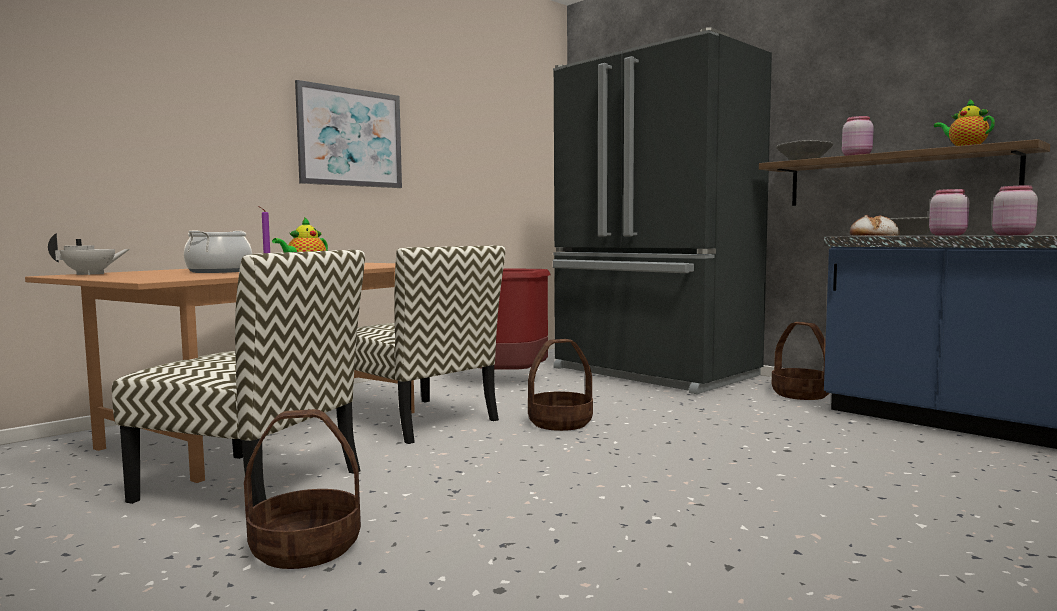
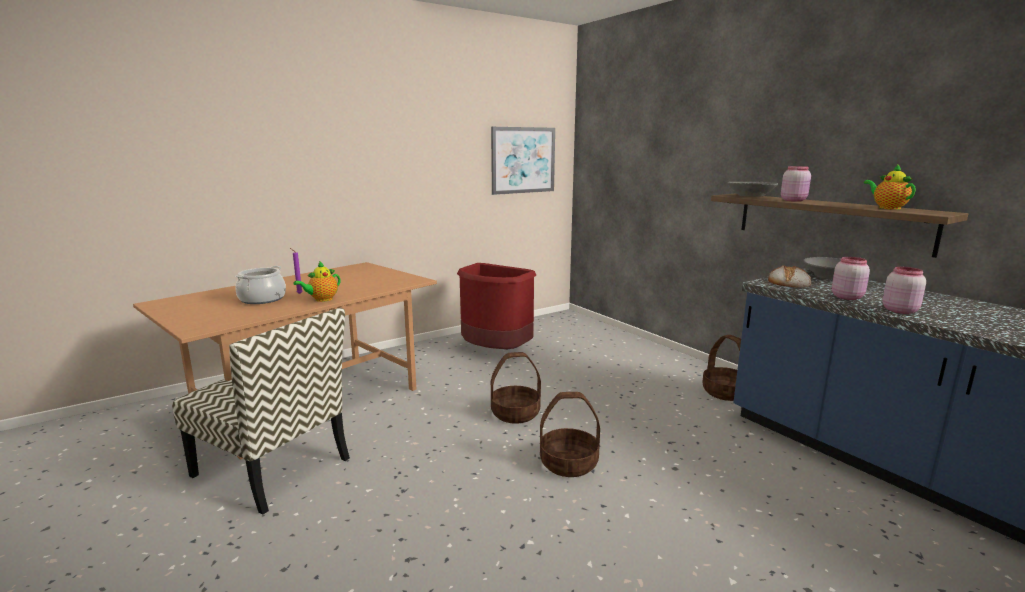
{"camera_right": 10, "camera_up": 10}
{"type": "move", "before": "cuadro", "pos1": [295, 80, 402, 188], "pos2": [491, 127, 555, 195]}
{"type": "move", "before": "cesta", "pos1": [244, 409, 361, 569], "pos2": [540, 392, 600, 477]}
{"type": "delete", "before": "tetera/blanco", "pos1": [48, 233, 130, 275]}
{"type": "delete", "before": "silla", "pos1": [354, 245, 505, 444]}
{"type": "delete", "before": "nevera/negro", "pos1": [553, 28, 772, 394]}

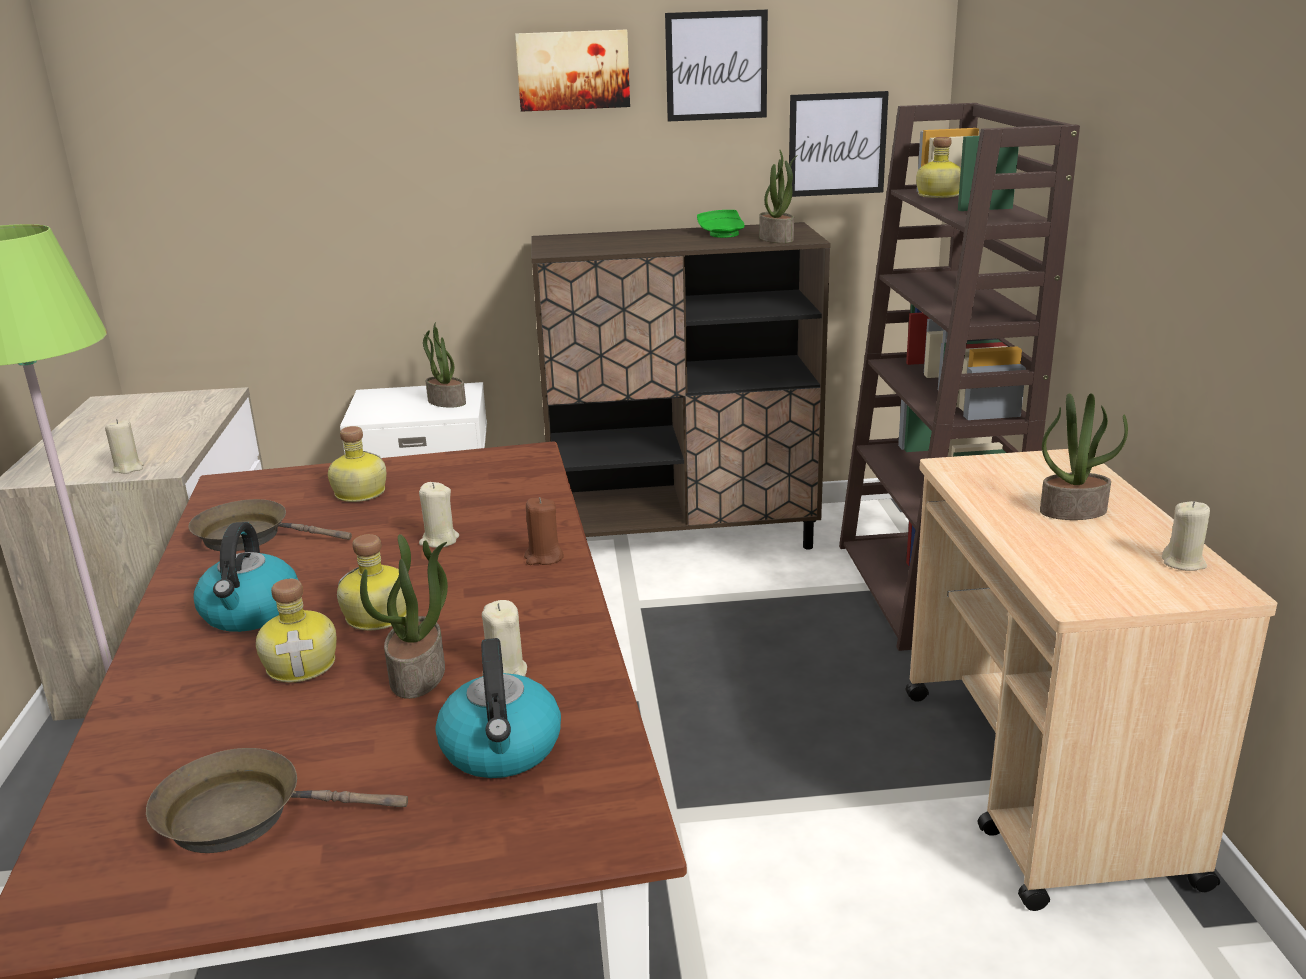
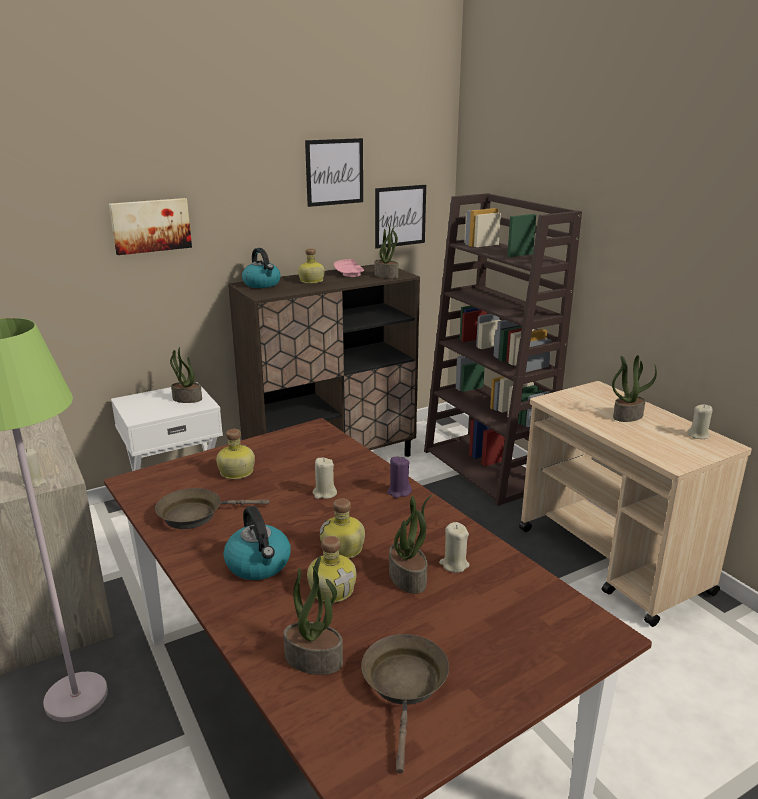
{"camera_right": -25, "camera_up": 0}
{"type": "move", "before": "cuadro", "pos1": [515, 30, 630, 112], "pos2": [109, 198, 192, 255]}
{"type": "move", "before": "hervidor", "pos1": [435, 638, 561, 778], "pos2": [242, 248, 281, 288]}
{"type": "insert", "after": "planta en maceta", "pos2": [283, 556, 343, 675]}
{"type": "move", "before": "botella", "pos1": [916, 137, 961, 198], "pos2": [298, 248, 325, 283]}
{"type": "recolor", "before": "plato/verde", "after": "plato/rosa", "pos1": [697, 210, 745, 238], "pos2": [334, 259, 365, 277]}
{"type": "rotate", "before": "sartén/marrón", "pos1": [146, 748, 408, 853], "pos2": [361, 634, 449, 773], "turn": 120}
{"type": "recolor", "before": "vela/marrón", "after": "vela/morado", "pos1": [524, 497, 564, 565], "pos2": [387, 457, 412, 498]}

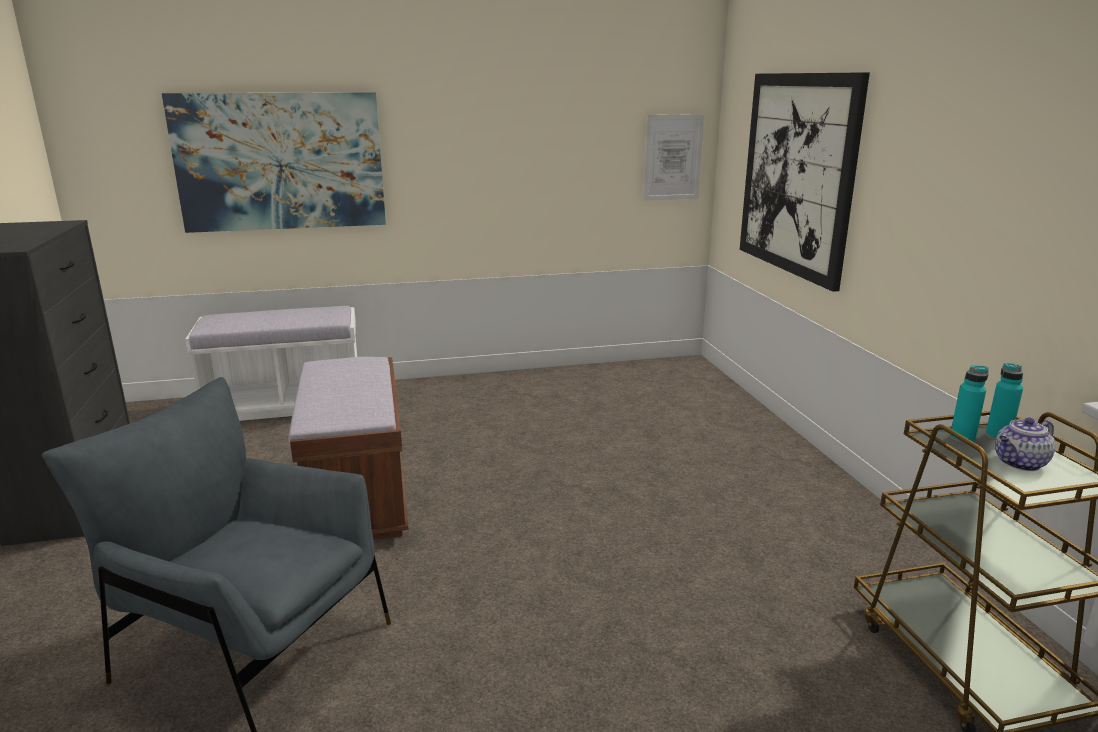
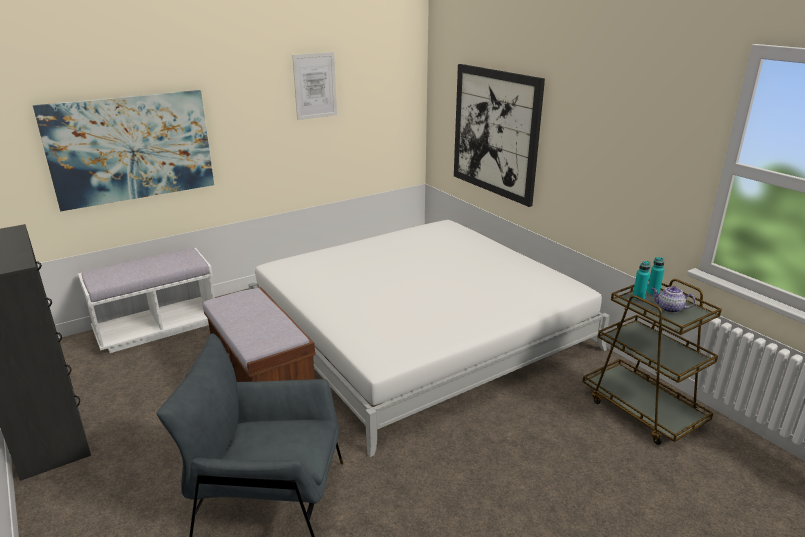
{"camera_right": -20, "camera_up": 5}
{"type": "insert", "after": "cama/blanco", "pos2": [248, 220, 610, 457]}
{"type": "move", "before": "cuadro", "pos1": [644, 114, 704, 201], "pos2": [292, 52, 337, 120]}
{"type": "rotate", "before": "tetera", "pos1": [995, 417, 1055, 471], "pos2": [651, 286, 696, 313], "turn": 75}

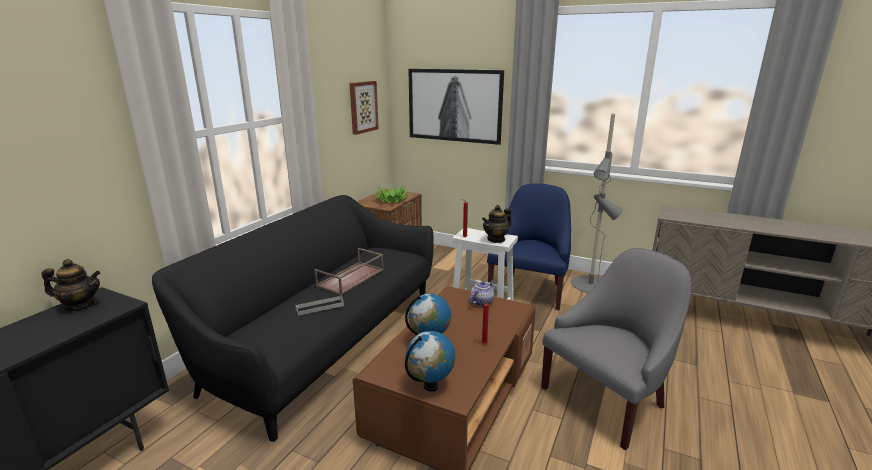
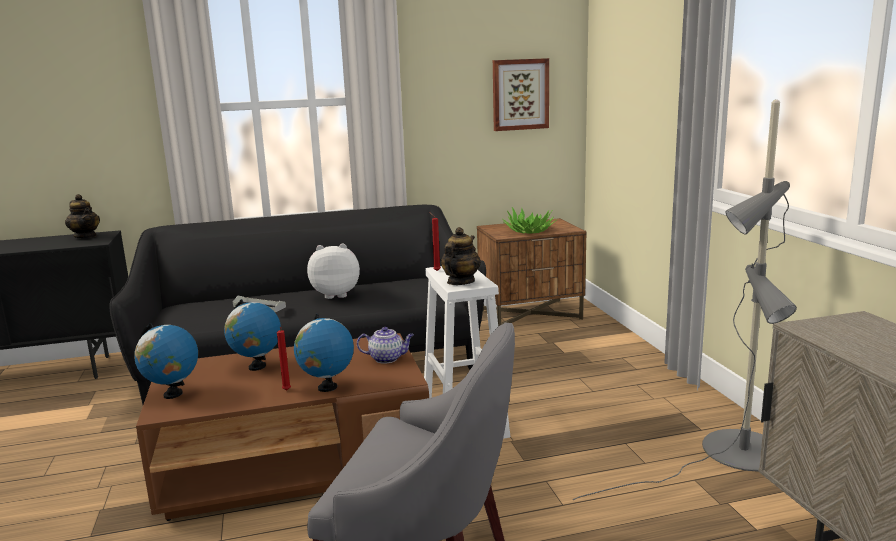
{"camera_right": 50, "camera_up": -5}
{"type": "insert", "after": "globo terráqueo", "pos2": [294, 314, 354, 392]}
{"type": "replace", "before": "bandeja/marrón", "after": "peluche", "pos1": [314, 248, 384, 295], "pos2": [307, 243, 360, 299]}
{"type": "rotate", "before": "tetera", "pos1": [482, 205, 512, 243], "pos2": [441, 227, 481, 285], "turn": 105}
{"type": "delete", "before": "cuadro", "pos1": [408, 69, 504, 145]}
{"type": "delete", "before": "sillón/azul", "pos1": [487, 184, 571, 310]}

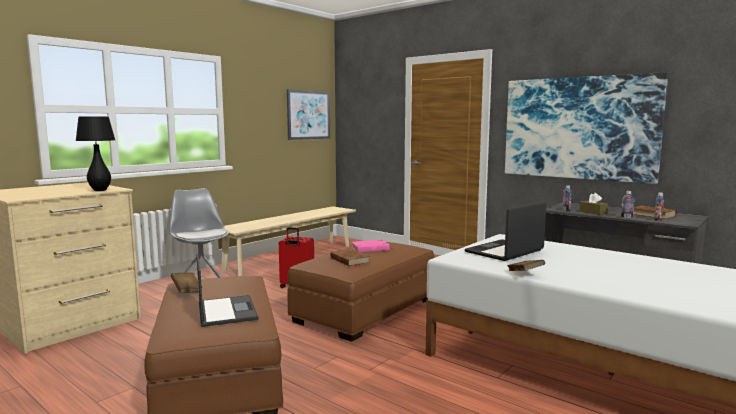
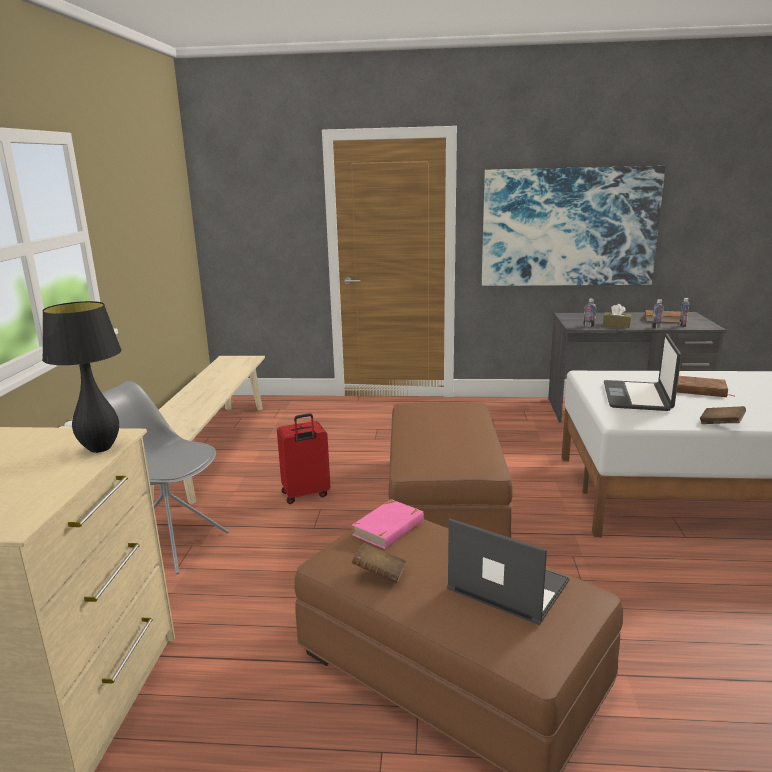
{"camera_right": -35, "camera_up": 10}
{"type": "move", "before": "libro/rosa", "pos1": [352, 240, 390, 252], "pos2": [352, 499, 424, 549]}
{"type": "move", "before": "libro/marrón", "pos1": [330, 249, 370, 267], "pos2": [677, 376, 734, 397]}
{"type": "delete", "before": "cuadro", "pos1": [287, 89, 330, 140]}

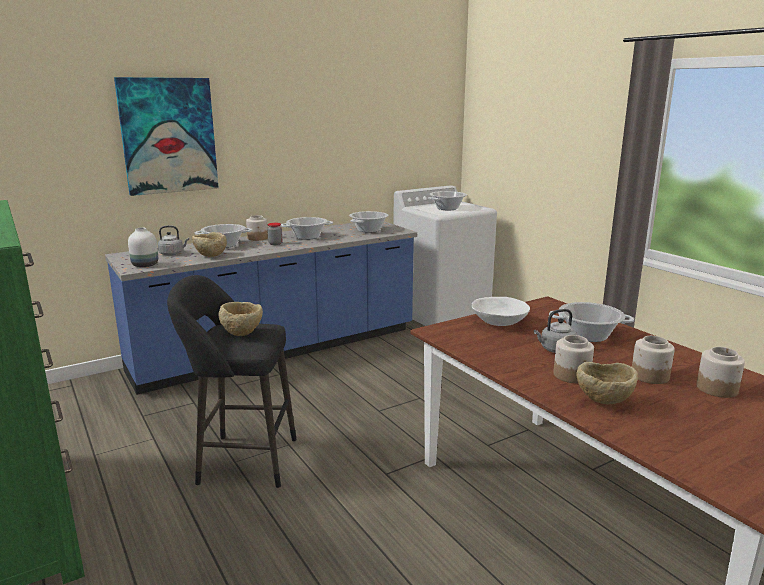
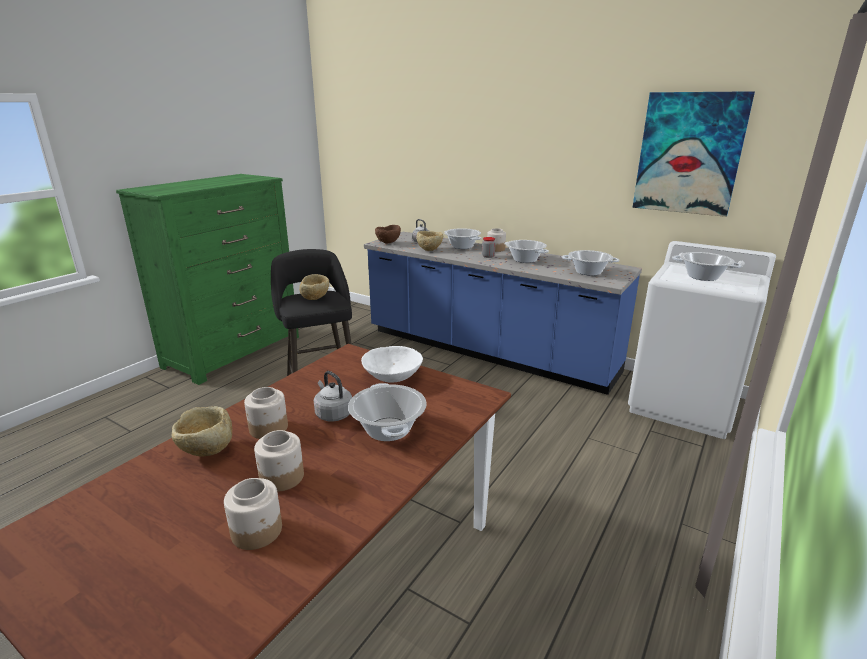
{"camera_right": 65, "camera_up": 5}
{"type": "replace", "before": "florero/blanco", "after": "cuenco/marrón", "pos1": [128, 227, 158, 267], "pos2": [375, 225, 401, 244]}
{"type": "move", "before": "cuadro", "pos1": [114, 77, 219, 196], "pos2": [632, 91, 755, 217]}

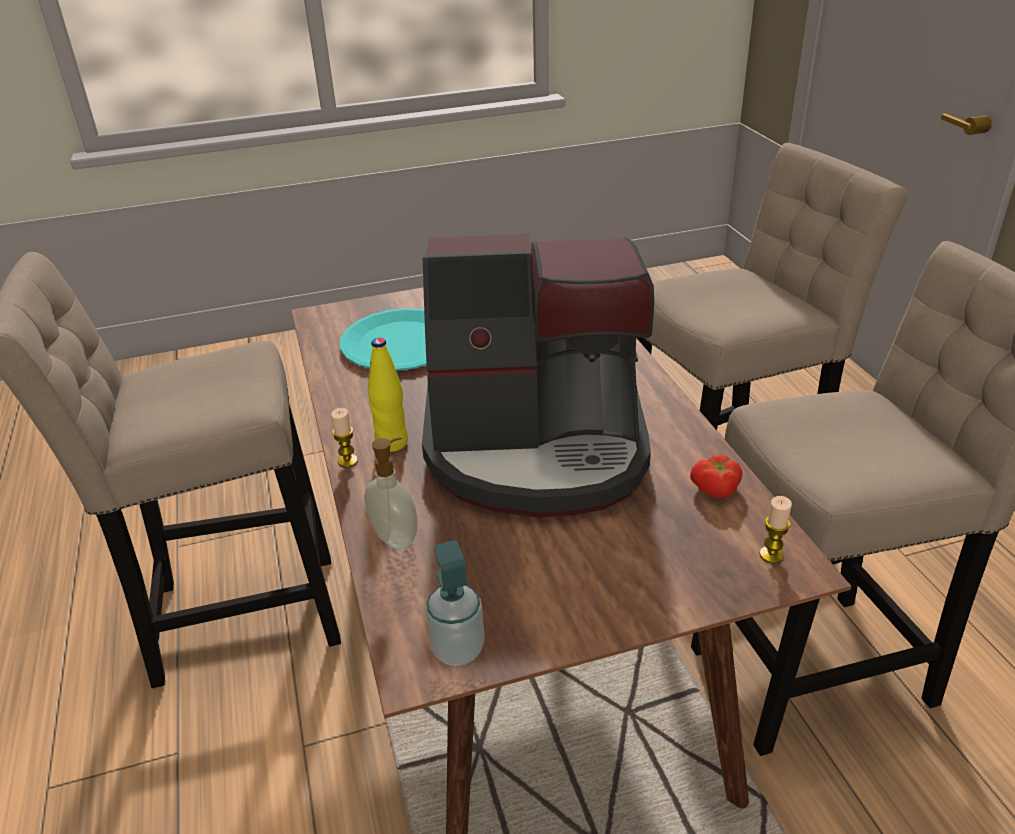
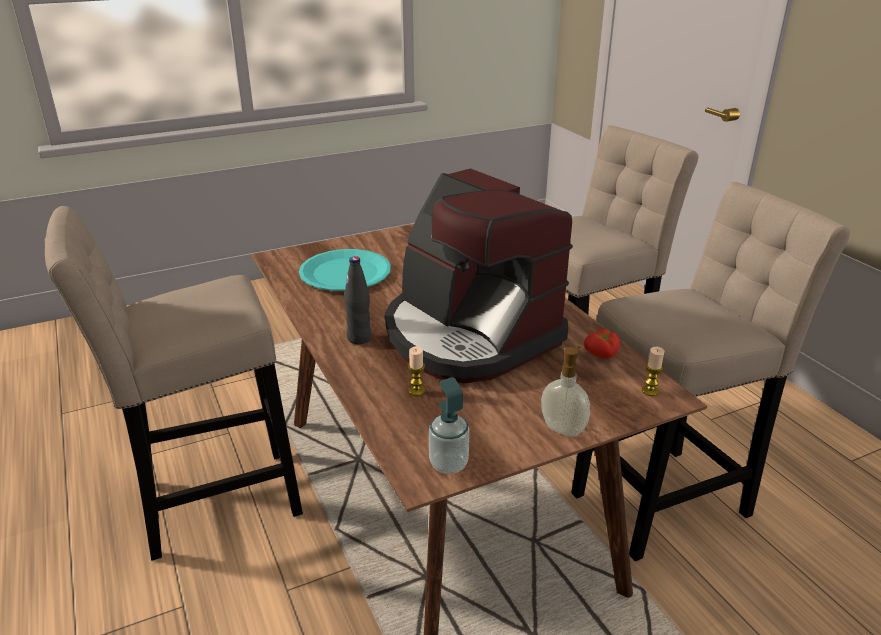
{"camera_right": -10, "camera_up": -5}
{"type": "recolor", "before": "botella/amarillo", "after": "botella/negro", "pos1": [368, 338, 408, 452], "pos2": [344, 256, 372, 344]}
{"type": "rotate", "before": "cafetera", "pos1": [422, 234, 654, 517], "pos2": [385, 168, 573, 383], "turn": 60}
{"type": "move", "before": "vela", "pos1": [331, 408, 358, 468], "pos2": [408, 346, 425, 396]}
{"type": "move", "before": "dispensador de jabón", "pos1": [364, 437, 417, 550], "pos2": [541, 346, 590, 437]}

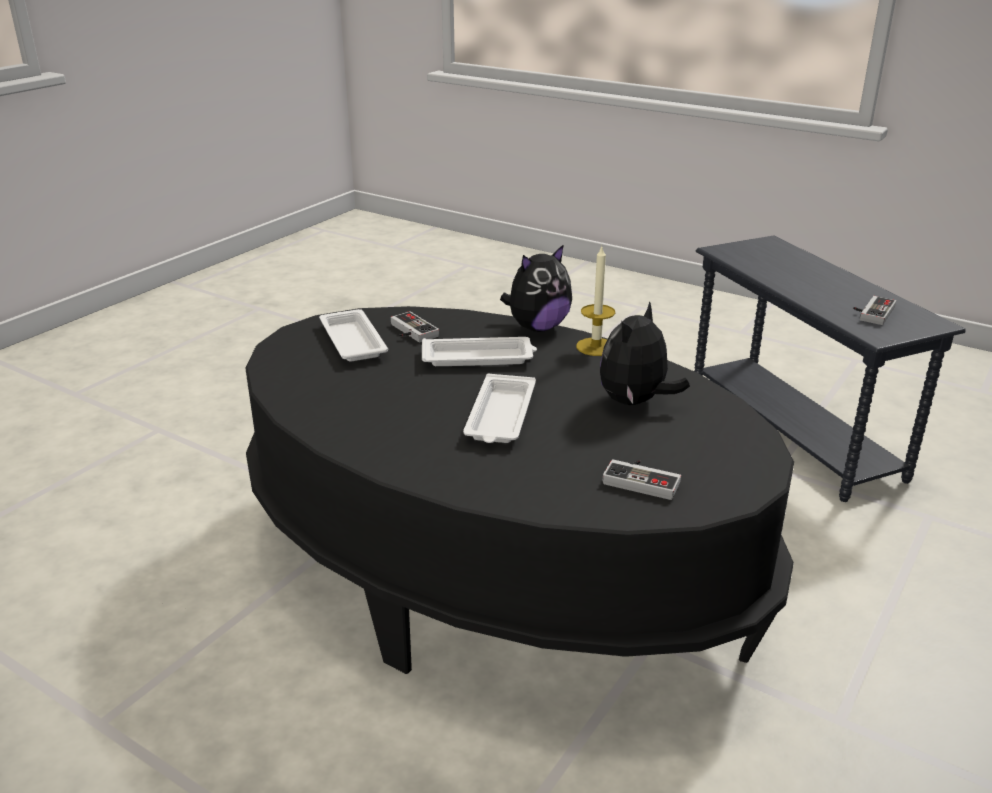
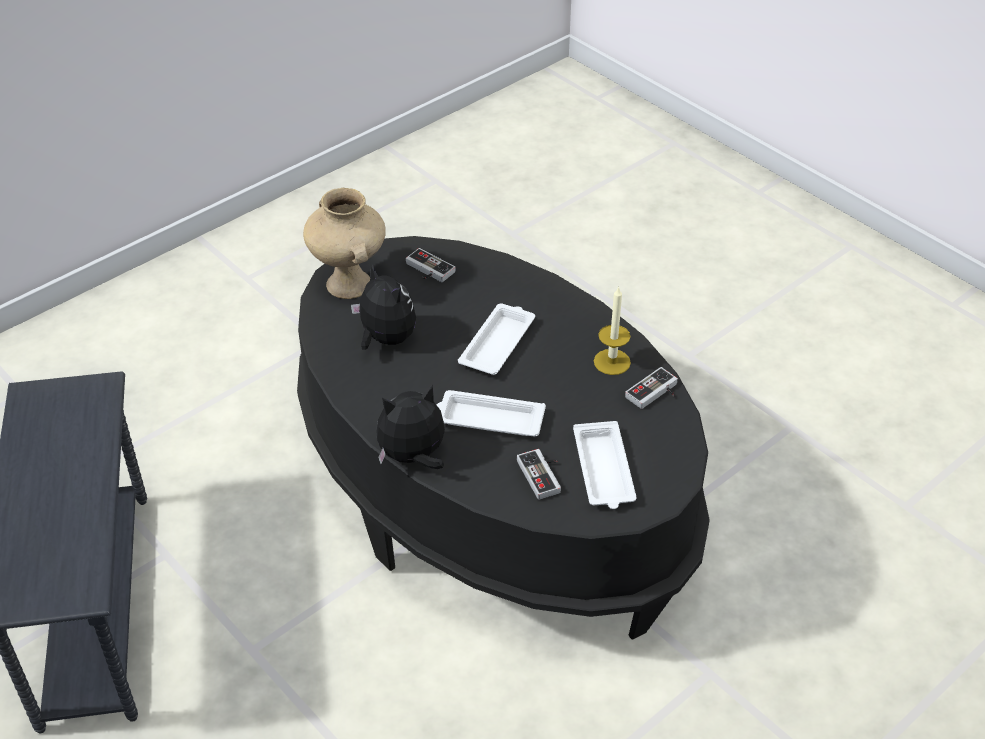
{"camera_right": -165, "camera_up": 15}
{"type": "insert", "after": "florero/beis", "pos2": [303, 188, 386, 299]}
{"type": "rotate", "before": "peluche", "pos1": [600, 301, 690, 405], "pos2": [351, 264, 416, 350], "turn": -90}
{"type": "move", "before": "vela", "pos1": [576, 247, 615, 356], "pos2": [594, 286, 631, 375]}
{"type": "move", "before": "mando de consola", "pos1": [853, 296, 896, 325], "pos2": [625, 367, 678, 409]}

